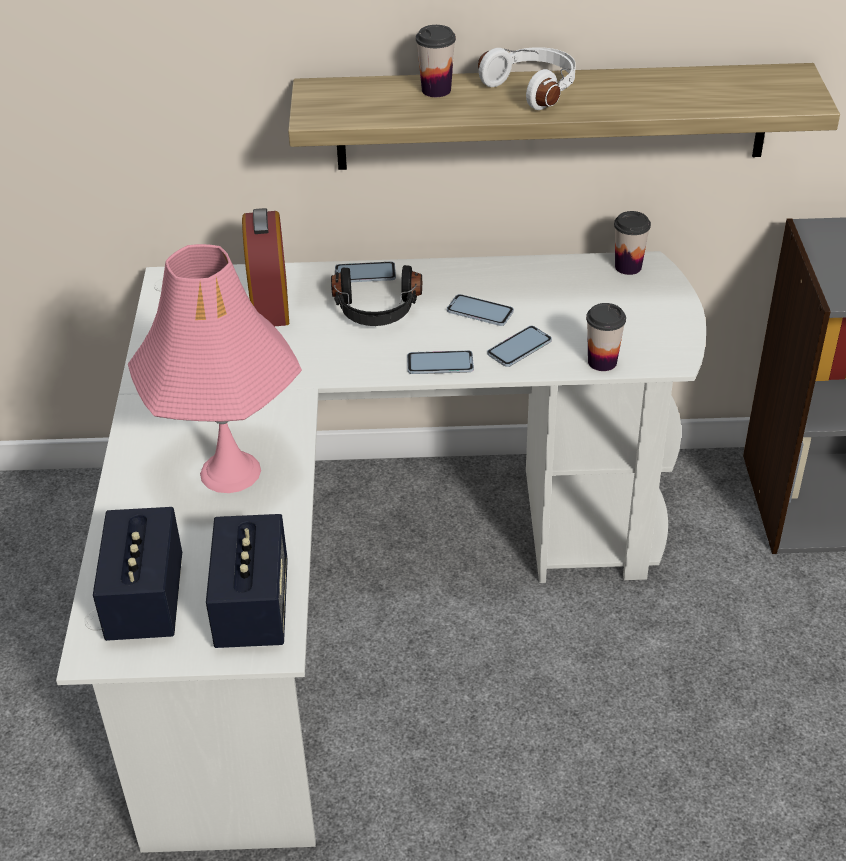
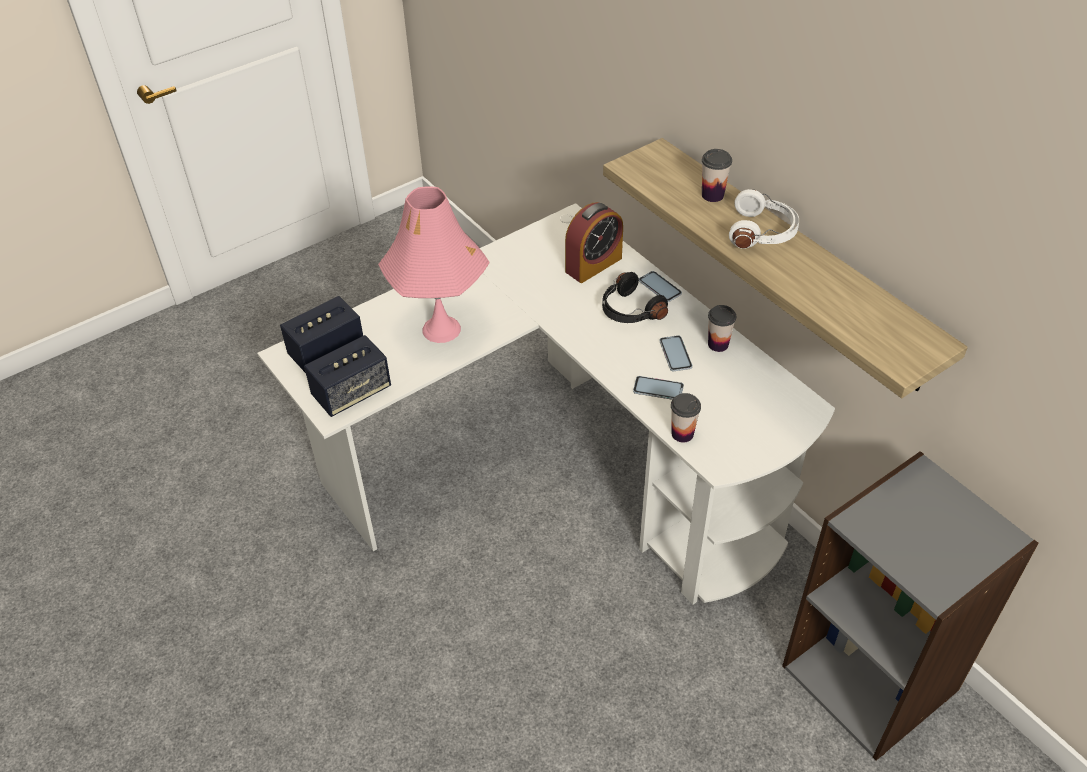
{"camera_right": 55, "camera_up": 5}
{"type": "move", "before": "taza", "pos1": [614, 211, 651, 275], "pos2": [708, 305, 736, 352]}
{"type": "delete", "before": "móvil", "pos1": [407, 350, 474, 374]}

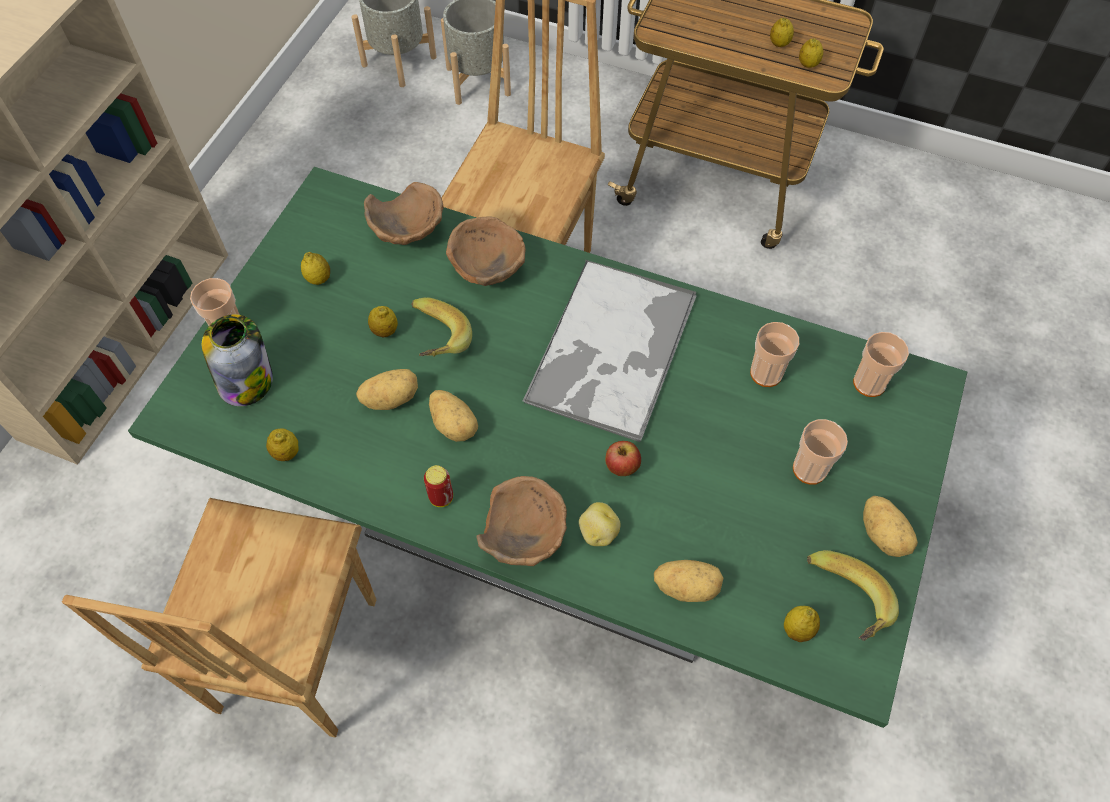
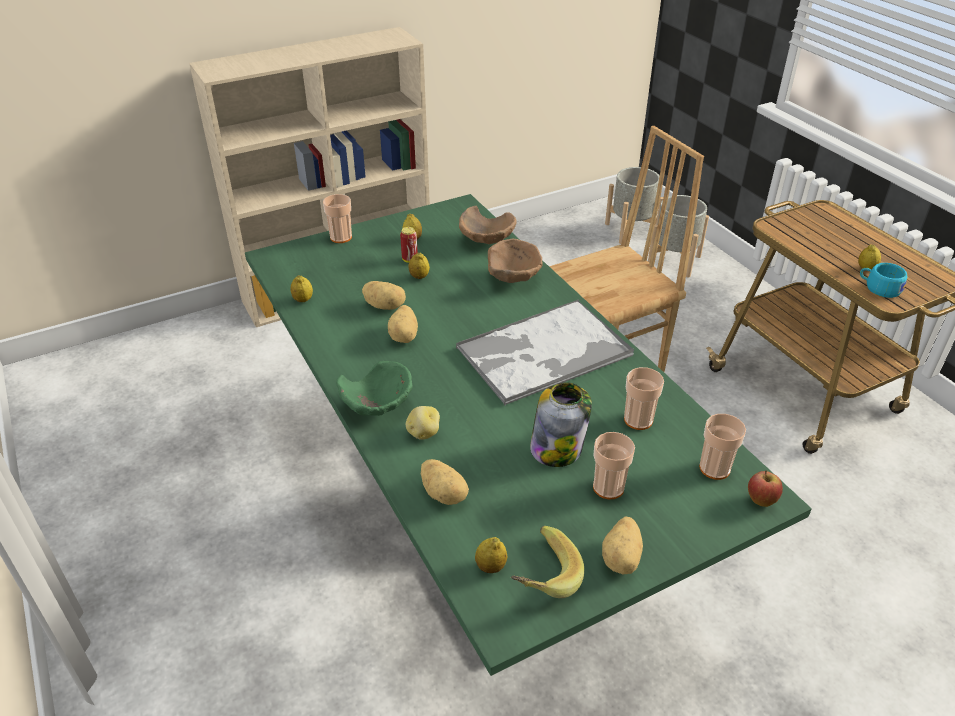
{"camera_right": 40, "camera_up": -20}
{"type": "recolor", "before": "cuenco/marrón", "after": "cuenco/verde", "pos1": [476, 476, 567, 566], "pos2": [336, 361, 413, 416]}
{"type": "move", "before": "lata", "pos1": [424, 465, 453, 507], "pos2": [400, 227, 418, 263]}
{"type": "move", "before": "tarro", "pos1": [202, 314, 273, 406], "pos2": [530, 382, 592, 467]}
{"type": "move", "before": "manzana", "pos1": [605, 441, 641, 476], "pos2": [748, 471, 783, 507]}
{"type": "replace", "before": "limón", "after": "taza/turquesa", "pos1": [799, 38, 823, 68], "pos2": [860, 263, 908, 298]}
{"type": "delete", "before": "silla/marrón", "pos1": [62, 498, 376, 738]}
{"type": "delete", "before": "plátano", "pos1": [411, 297, 472, 357]}

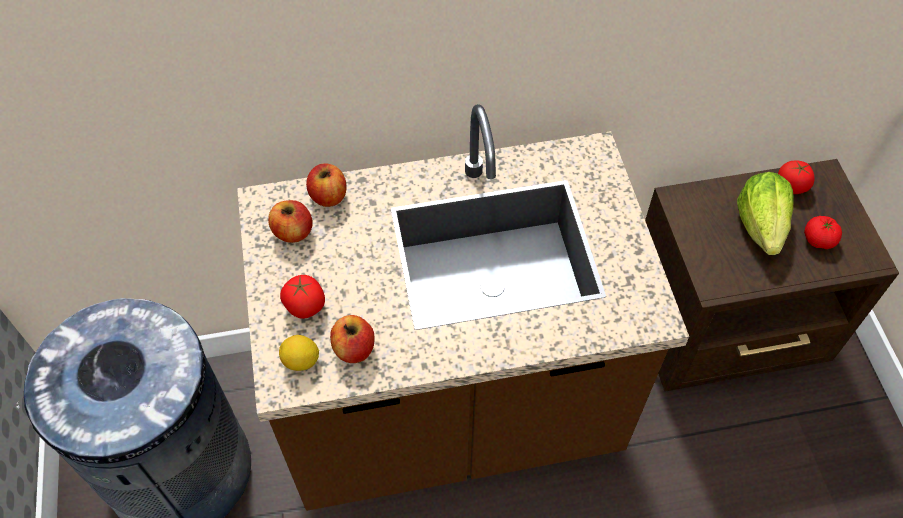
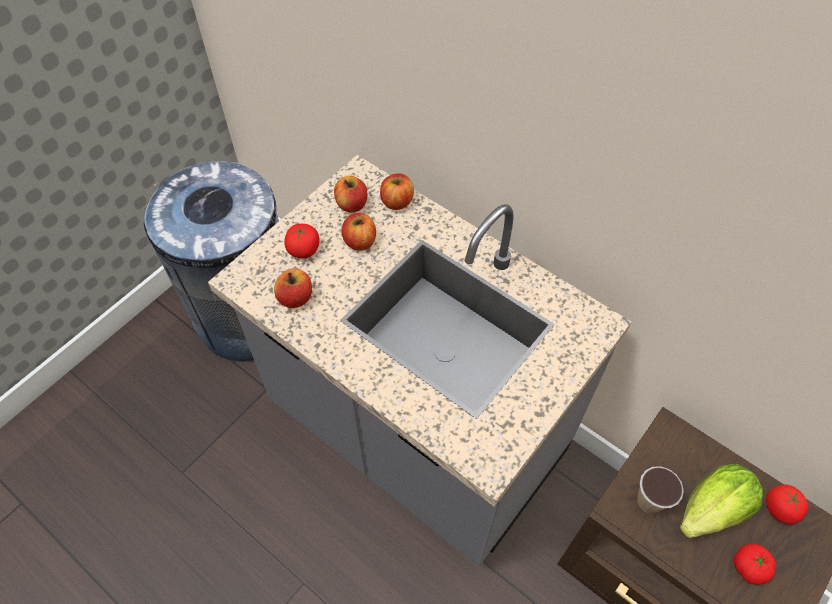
{"camera_right": 50, "camera_up": 0}
{"type": "recolor", "before": "mueble bajo de cocina/marrón", "after": "mueble bajo de cocina/gris", "pos1": [237, 104, 689, 511], "pos2": [208, 155, 631, 567]}
{"type": "insert", "after": "manzana", "pos2": [341, 213, 376, 251]}
{"type": "insert", "after": "taza", "pos2": [637, 466, 684, 513]}
{"type": "delete", "before": "limón", "pos1": [279, 335, 319, 371]}

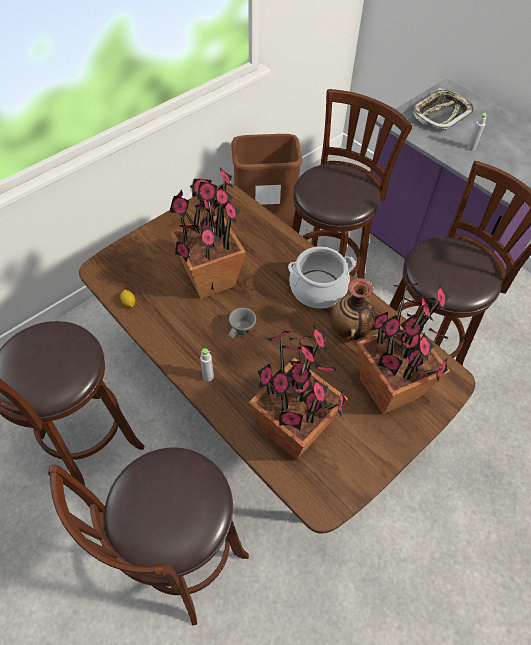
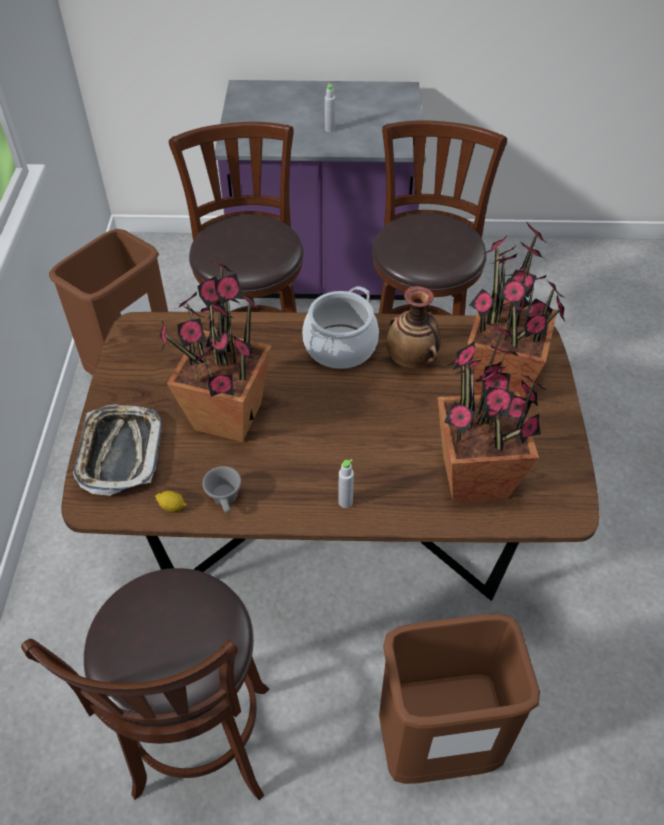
{"camera_right": -45, "camera_up": -5}
{"type": "move", "before": "bandeja", "pos1": [413, 88, 474, 130], "pos2": [73, 405, 162, 496]}
{"type": "move", "before": "taza/gris", "pos1": [229, 308, 256, 339], "pos2": [203, 466, 241, 513]}
{"type": "replace", "before": "taburete/marrón", "after": "papelera/marrón", "pos1": [48, 448, 249, 625], "pos2": [379, 614, 540, 784]}

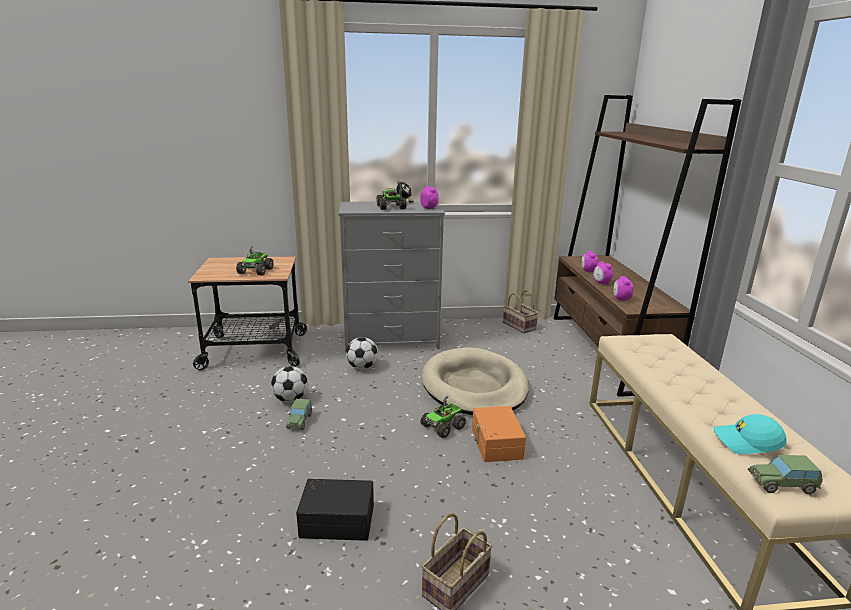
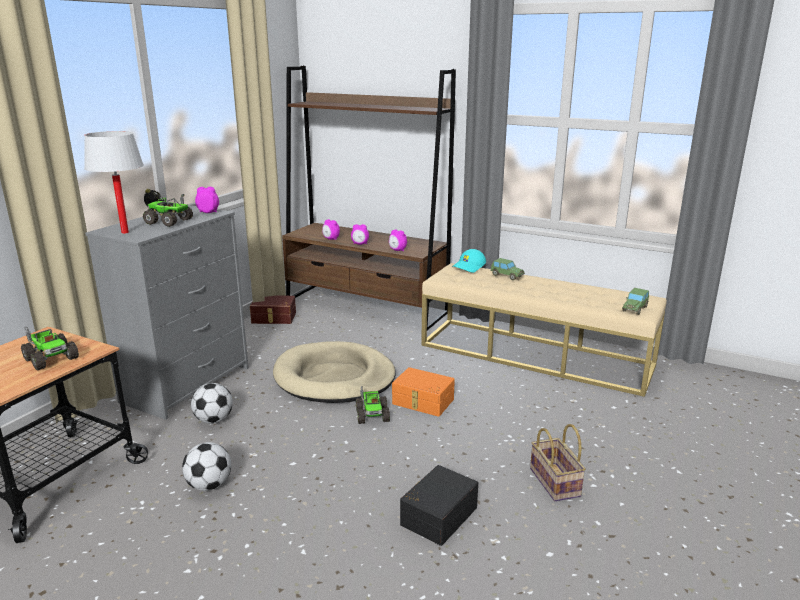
{"camera_right": -55, "camera_up": 0}
{"type": "insert", "after": "lámpara de mesa/blanco", "pos2": [84, 131, 144, 234]}
{"type": "replace", "before": "cesta", "after": "caja de almacenaje/marrón", "pos1": [503, 290, 539, 333], "pos2": [250, 296, 296, 324]}
{"type": "move", "before": "gorra/turquesa", "pos1": [714, 414, 787, 454], "pos2": [452, 249, 486, 273]}
{"type": "move", "before": "coche de juguete", "pos1": [286, 399, 312, 430], "pos2": [491, 258, 525, 280]}

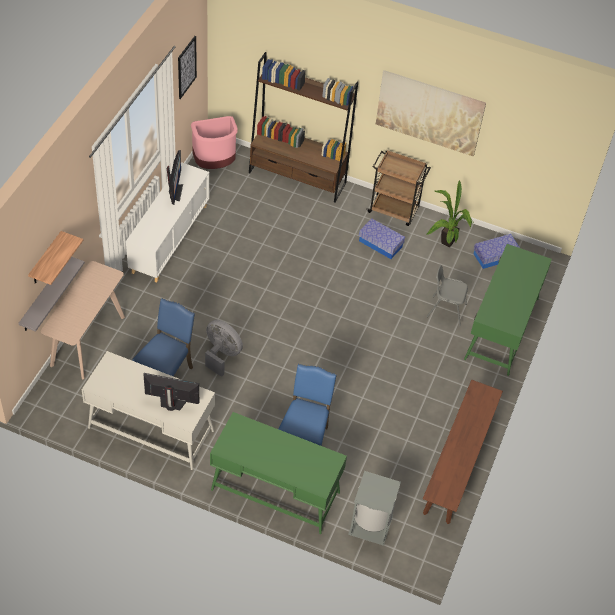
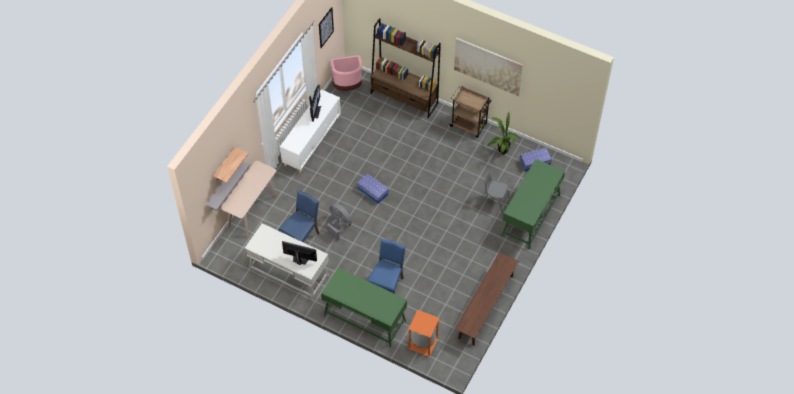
{"camera_right": 10, "camera_up": 5}
{"type": "move", "before": "caja de almacenaje", "pos1": [359, 218, 405, 259], "pos2": [357, 173, 389, 204]}
{"type": "recolor", "before": "papelera/gris", "after": "papelera/naranja", "pos1": [348, 471, 401, 546], "pos2": [408, 310, 440, 357]}

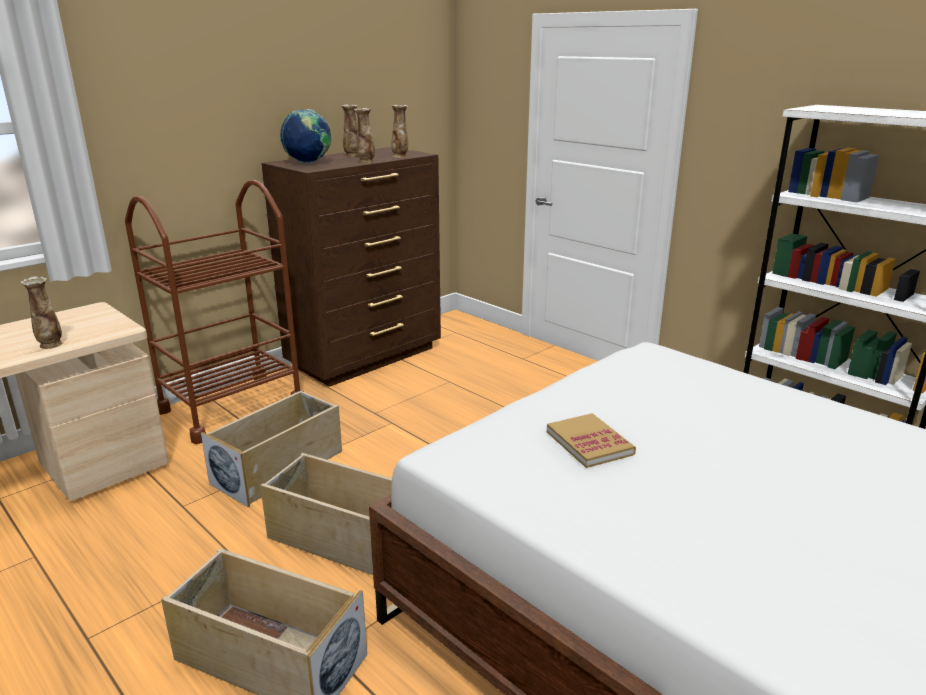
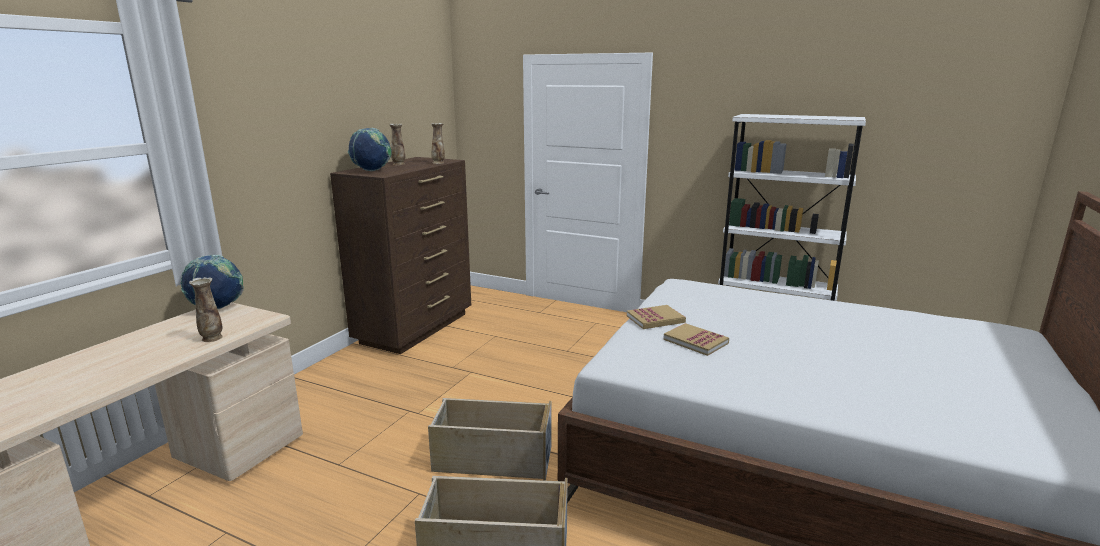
{"camera_right": -20, "camera_up": -5}
{"type": "insert", "after": "globo terráqueo", "pos2": [180, 255, 244, 309]}
{"type": "insert", "after": "libro", "pos2": [627, 305, 686, 329]}
{"type": "delete", "before": "carrito/marrón", "pos1": [125, 180, 301, 444]}
{"type": "delete", "before": "caja de almacenaje/beis", "pos1": [201, 390, 342, 508]}
{"type": "delete", "before": "florero", "pos1": [354, 108, 375, 164]}

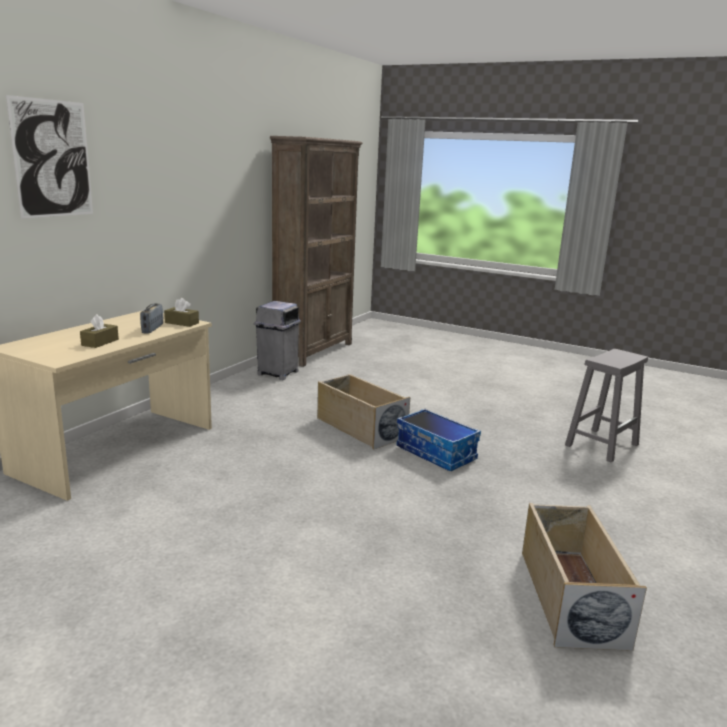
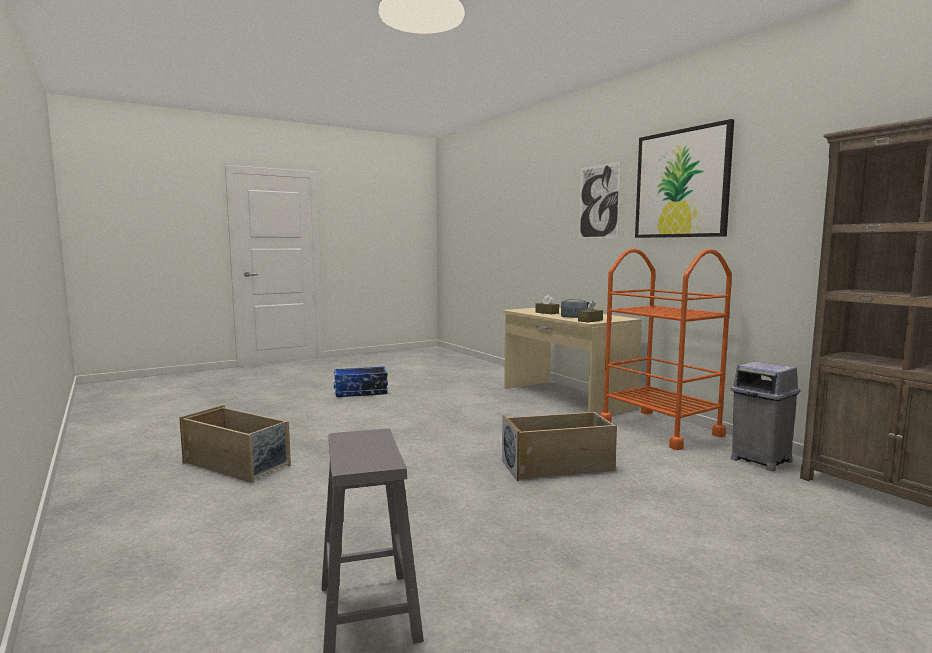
{"camera_right": 120, "camera_up": -10}
{"type": "move", "before": "caja de almacenaje", "pos1": [397, 409, 481, 471], "pos2": [334, 366, 388, 397]}
{"type": "insert", "after": "carrito/naranja", "pos2": [600, 248, 732, 450]}
{"type": "insert", "after": "cuadro", "pos2": [635, 119, 734, 238]}

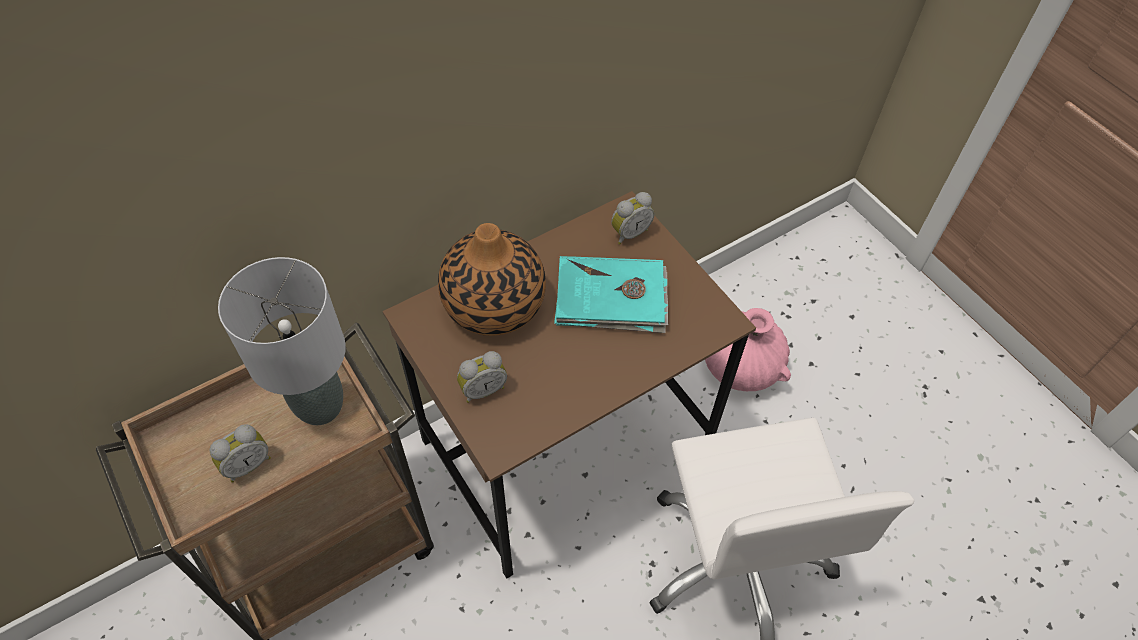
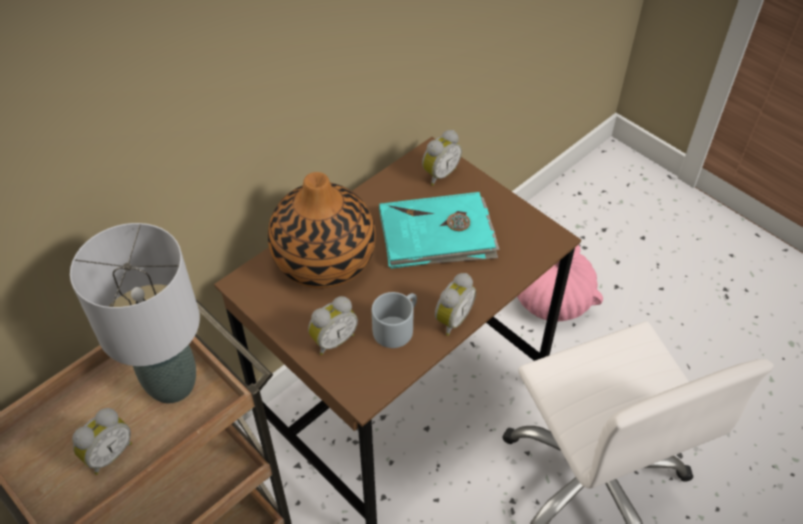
{"camera_right": -10, "camera_up": -5}
{"type": "insert", "after": "taza grande/gris", "pos2": [372, 292, 417, 348]}
{"type": "insert", "after": "despertador", "pos2": [435, 273, 476, 336]}

